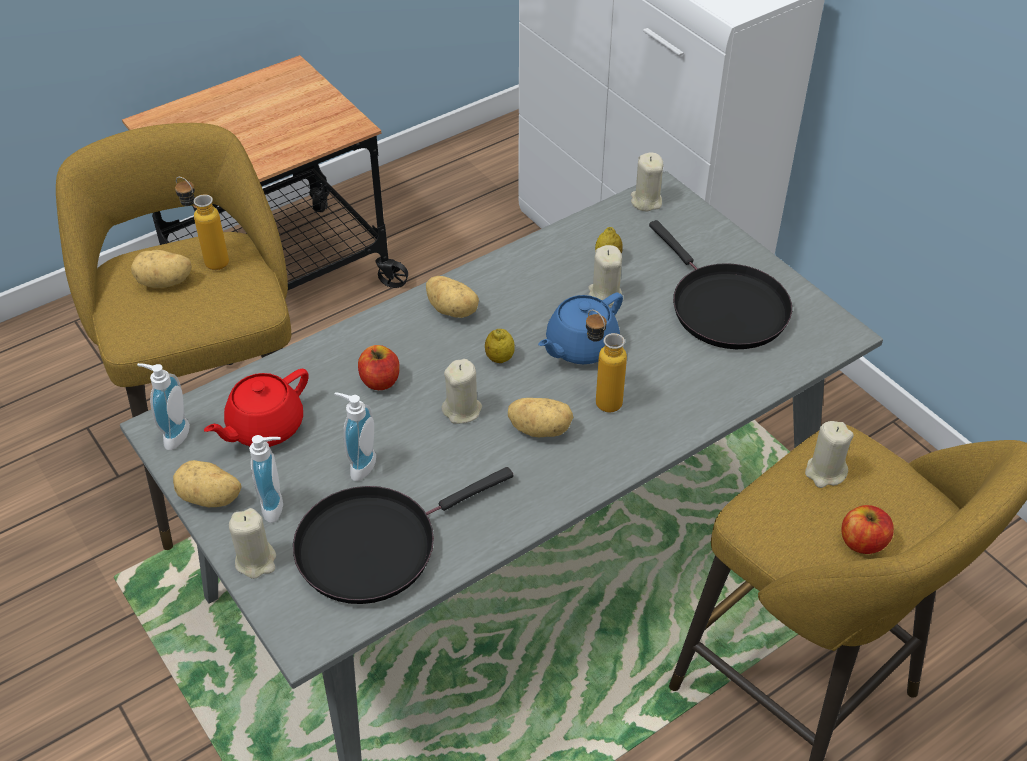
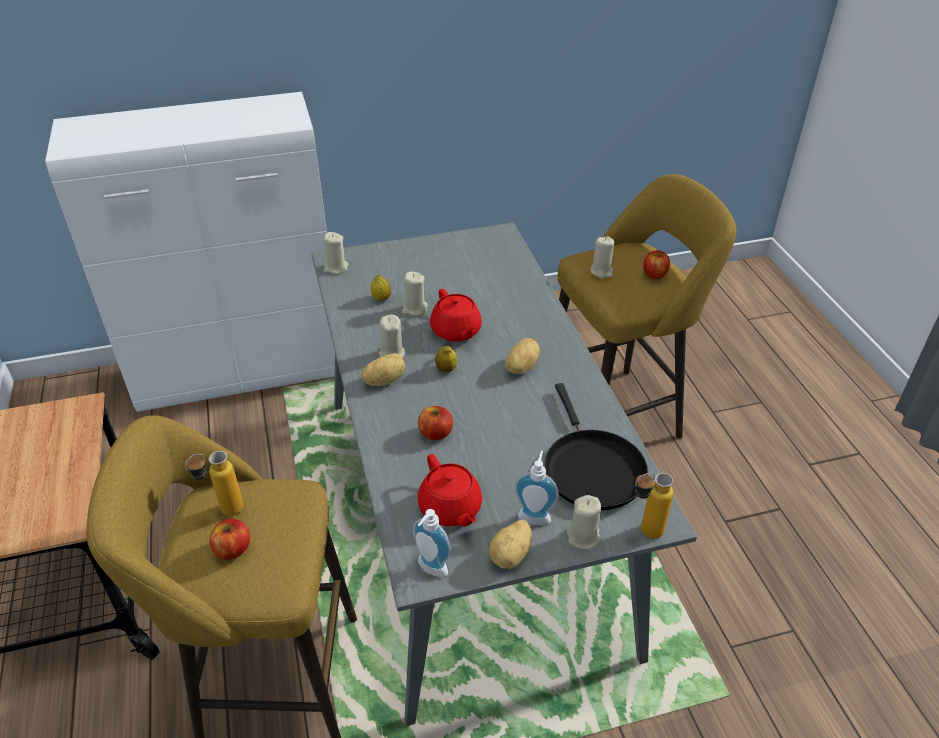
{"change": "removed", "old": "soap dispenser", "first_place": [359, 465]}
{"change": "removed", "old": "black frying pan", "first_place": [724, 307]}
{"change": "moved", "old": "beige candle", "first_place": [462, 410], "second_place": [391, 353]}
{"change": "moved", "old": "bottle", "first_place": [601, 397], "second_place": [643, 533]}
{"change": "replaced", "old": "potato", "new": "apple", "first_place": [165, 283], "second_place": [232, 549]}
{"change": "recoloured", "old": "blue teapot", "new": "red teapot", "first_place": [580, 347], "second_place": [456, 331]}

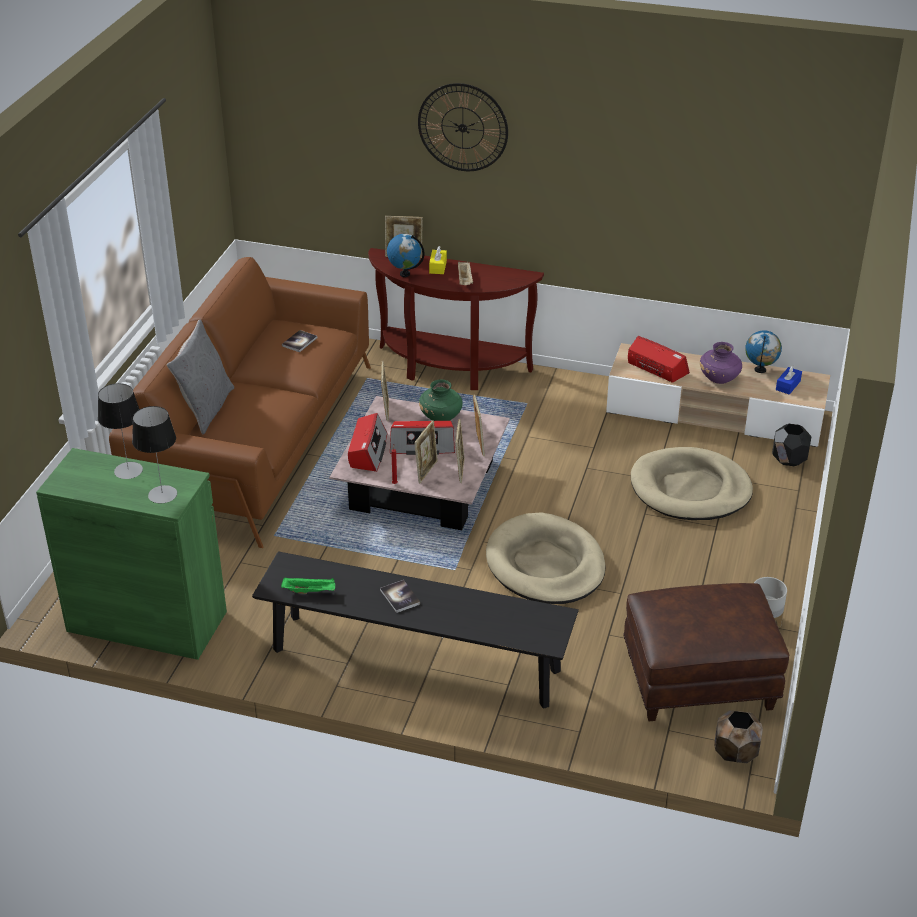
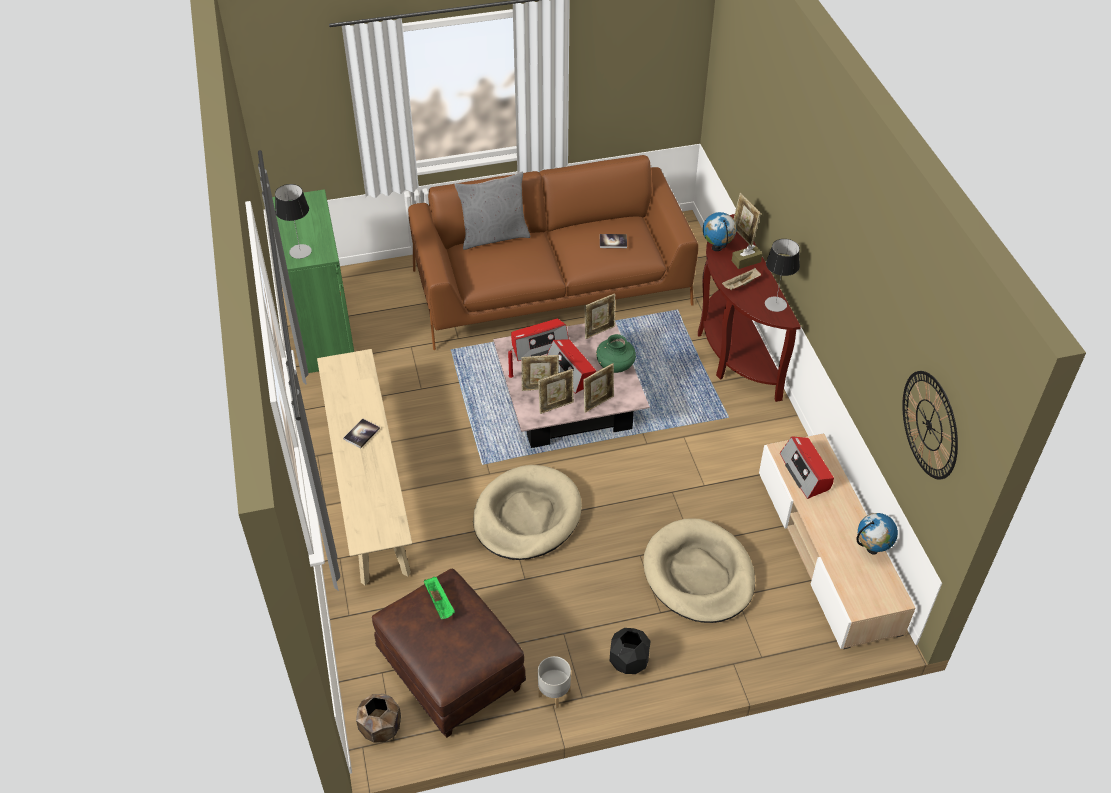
{"change": "removed", "old": "purple vase", "first_place": [719, 379]}
{"change": "removed", "old": "blue tissue box", "first_place": [788, 385]}
{"change": "moved", "old": "table lamp", "first_place": [128, 470], "second_place": [775, 304]}
{"change": "moved", "old": "green tray", "first_place": [310, 591], "second_place": [440, 603]}
{"change": "moved", "old": "wall clock", "first_place": [462, 127], "second_place": [929, 425]}
{"change": "moved", "old": "black planter", "first_place": [789, 460], "second_place": [628, 662]}
{"change": "recoloured", "old": "black bench", "new": "beige bench", "first_place": [415, 660], "second_place": [368, 486]}
{"change": "recoloured", "old": "yellow tissue box", "new": "brown tissue box", "first_place": [438, 267], "second_place": [746, 261]}
{"change": "turned", "old": "radio", "first_place": [656, 368], "second_place": [805, 472], "degrees": 150}

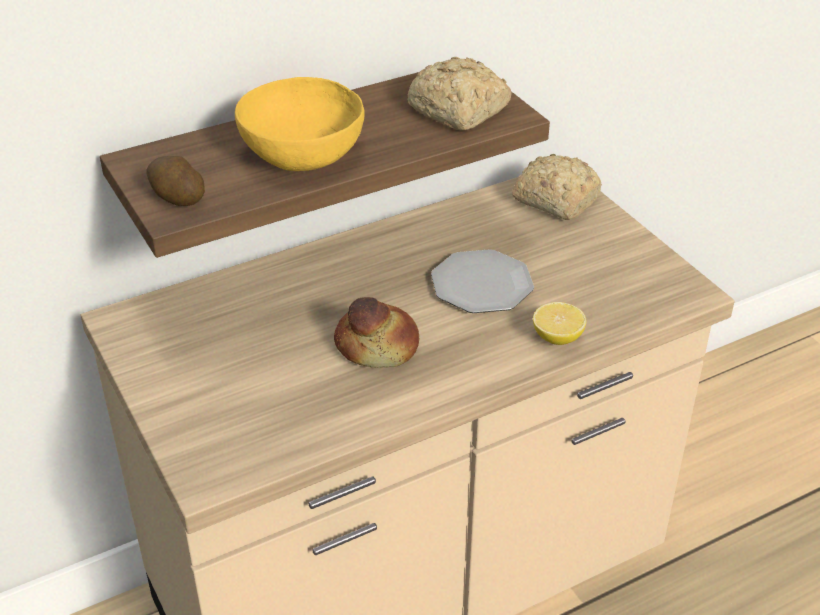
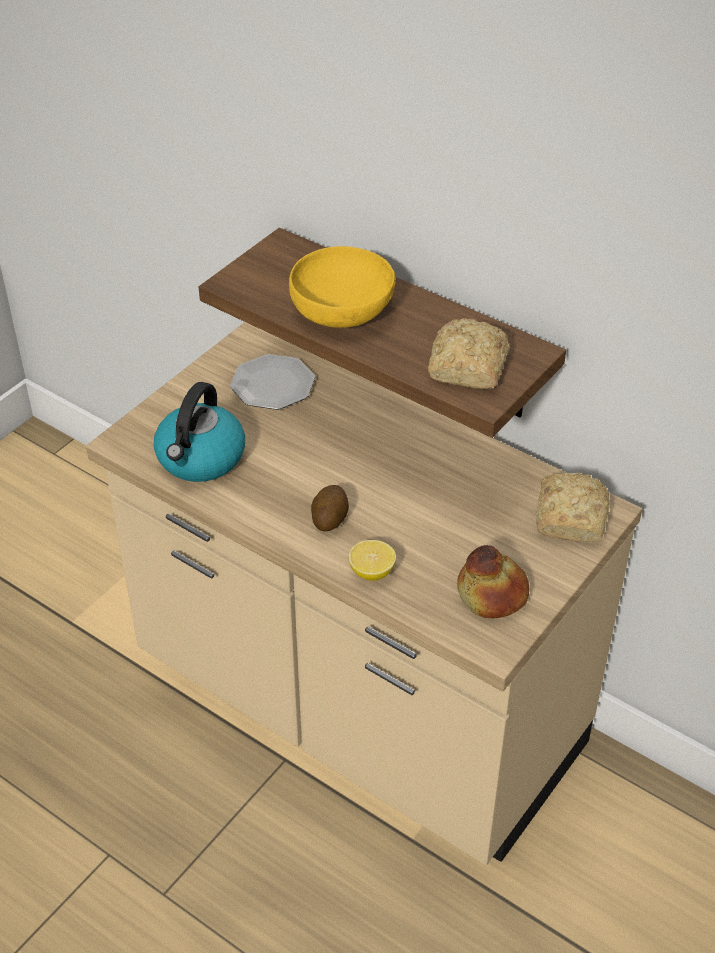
{"change": "added", "new": "kettle", "second_place": [201, 459]}
{"change": "moved", "old": "potato", "first_place": [177, 198], "second_place": [329, 518]}
{"change": "moved", "old": "bread", "first_place": [378, 345], "second_place": [493, 593]}
{"change": "moved", "old": "plate", "first_place": [481, 284], "second_place": [273, 384]}

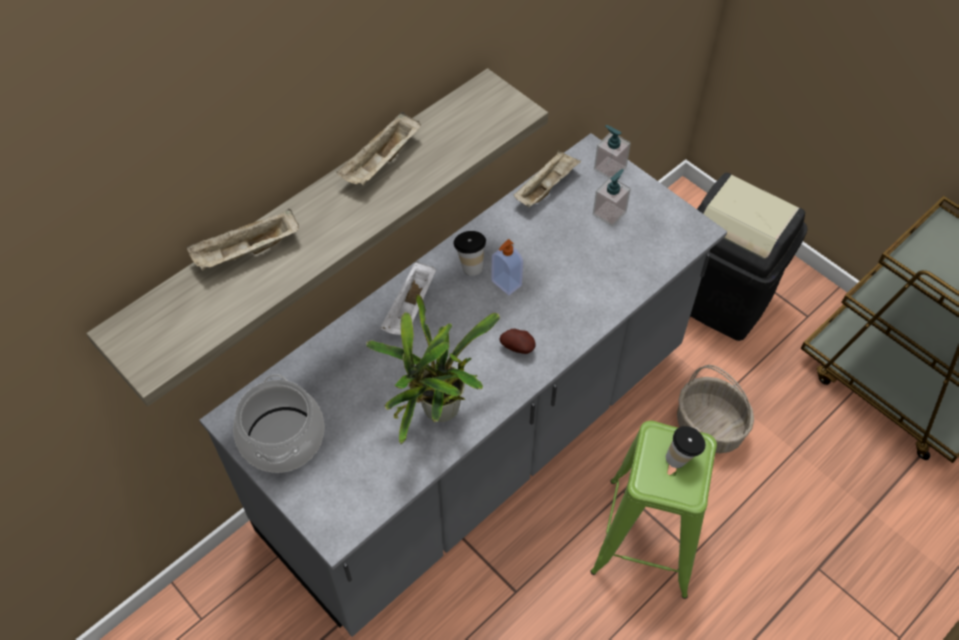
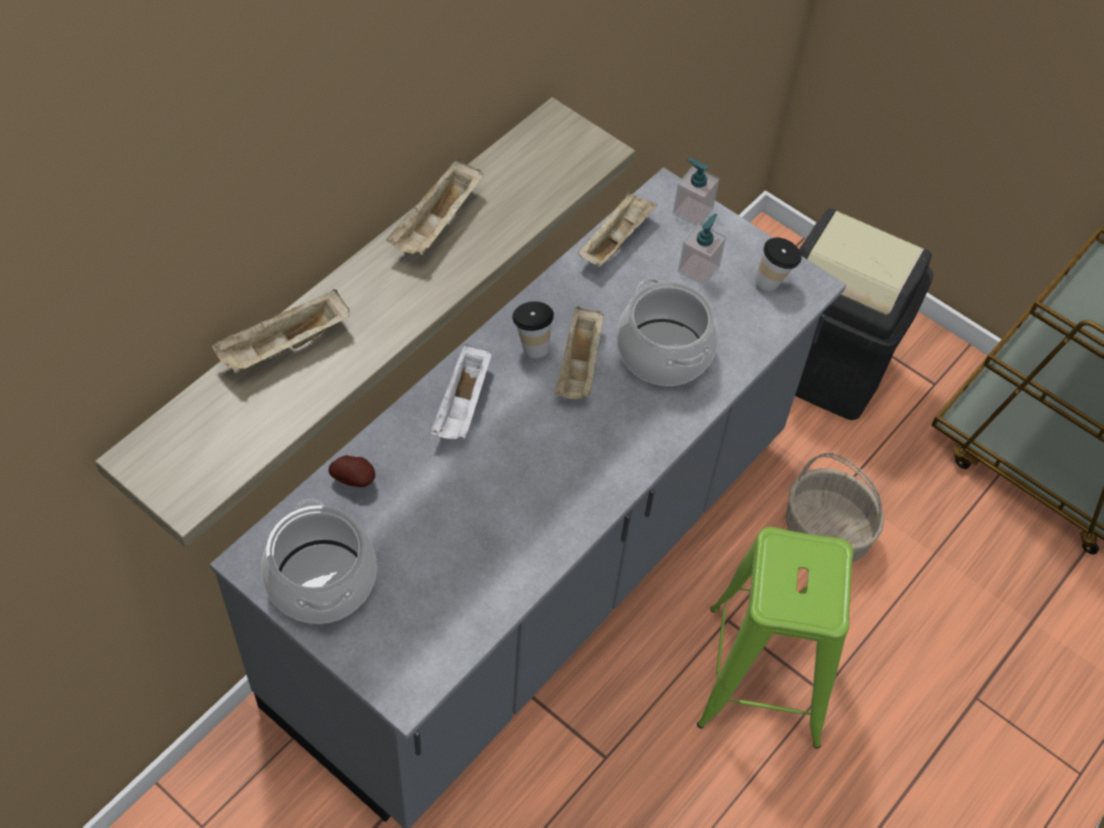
{"change": "removed", "old": "potted plant", "first_place": [437, 412]}
{"change": "added", "new": "cooking pot", "second_place": [665, 352]}
{"change": "moved", "old": "potato", "first_place": [518, 347], "second_place": [355, 478]}
{"change": "moved", "old": "cup", "first_place": [681, 458], "second_place": [773, 281]}
{"change": "replaced", "old": "soap dispenser", "new": "beige tray", "first_place": [505, 284], "second_place": [579, 366]}

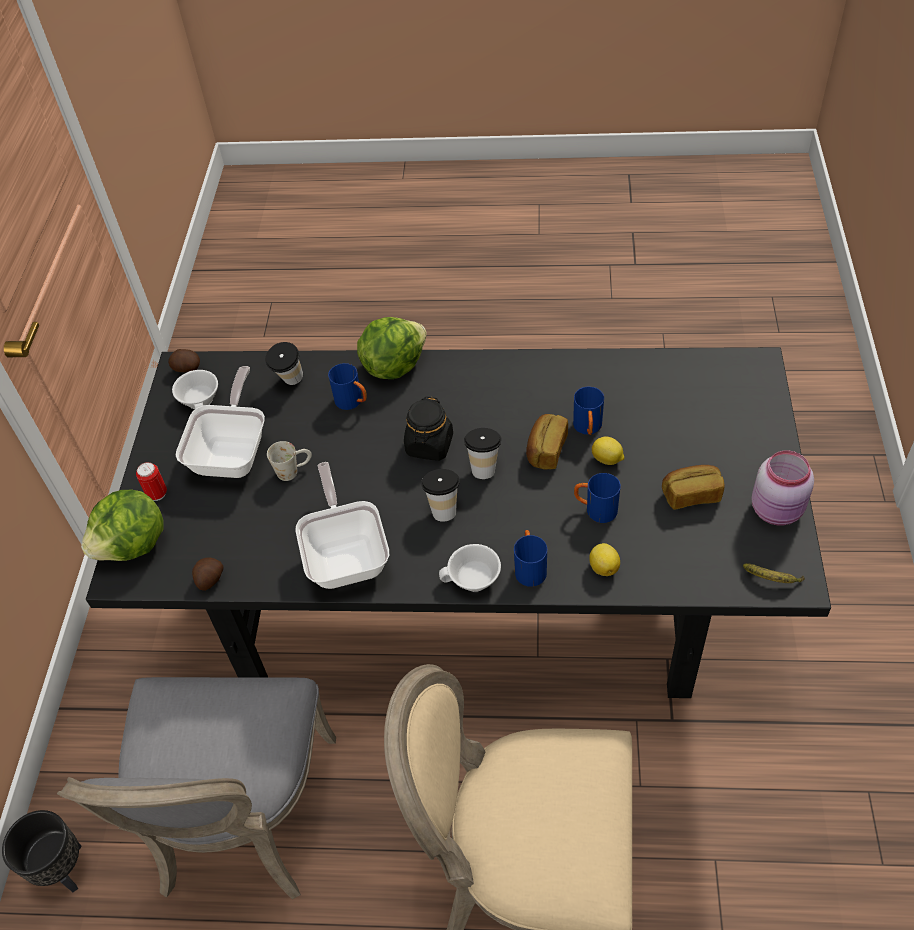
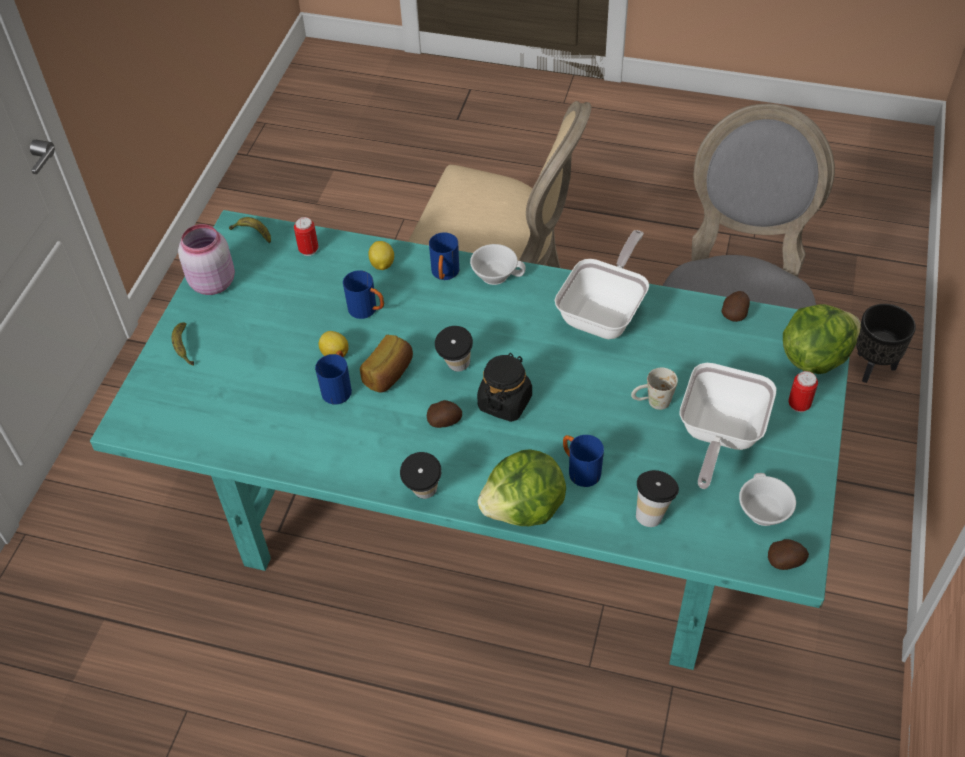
{"change": "removed", "old": "bread", "first_place": [691, 494]}
{"change": "added", "new": "banana", "second_place": [183, 347]}
{"change": "added", "new": "can", "second_place": [308, 250]}
{"change": "added", "new": "potato", "second_place": [445, 421]}
{"change": "moved", "old": "cup", "first_place": [443, 508], "second_place": [424, 496]}
{"change": "recoloured", "old": "black dining table", "new": "turquoise dining table", "first_place": [472, 598], "second_place": [486, 520]}
{"change": "turned", "old": "frying pan", "first_place": [346, 555], "second_place": [605, 313], "degrees": -150}

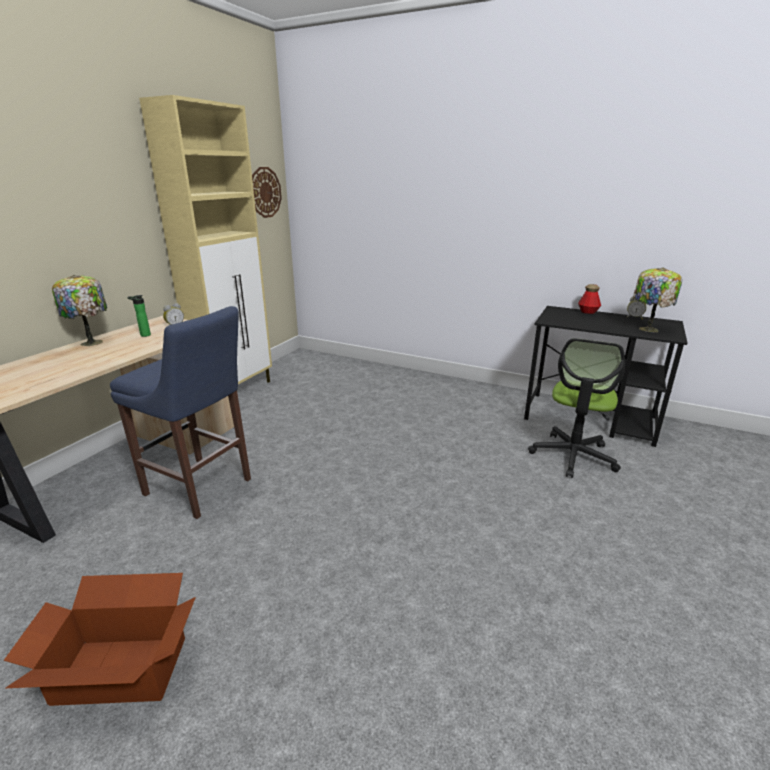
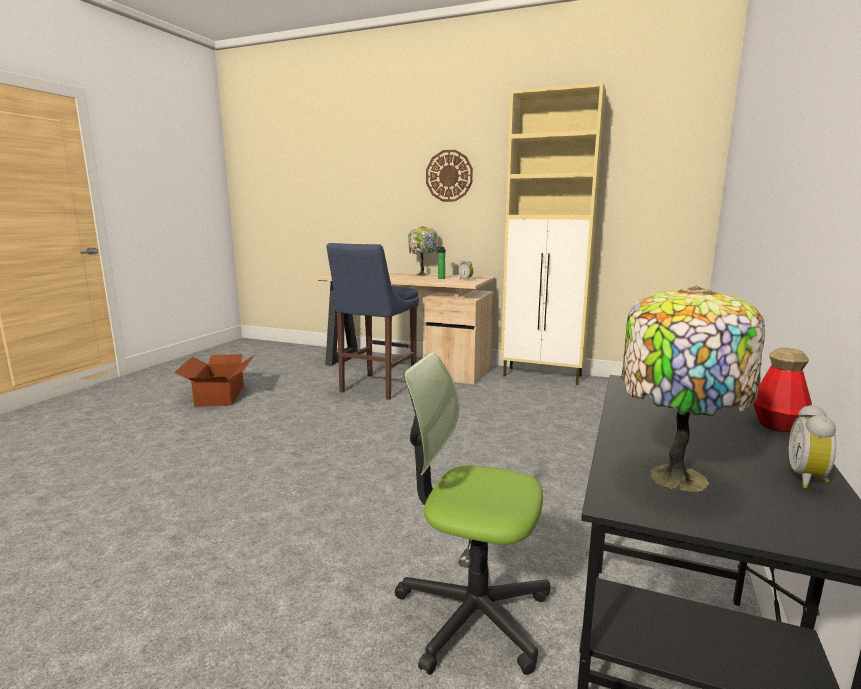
{"change": "moved", "old": "wall clock", "first_place": [265, 192], "second_place": [449, 176]}

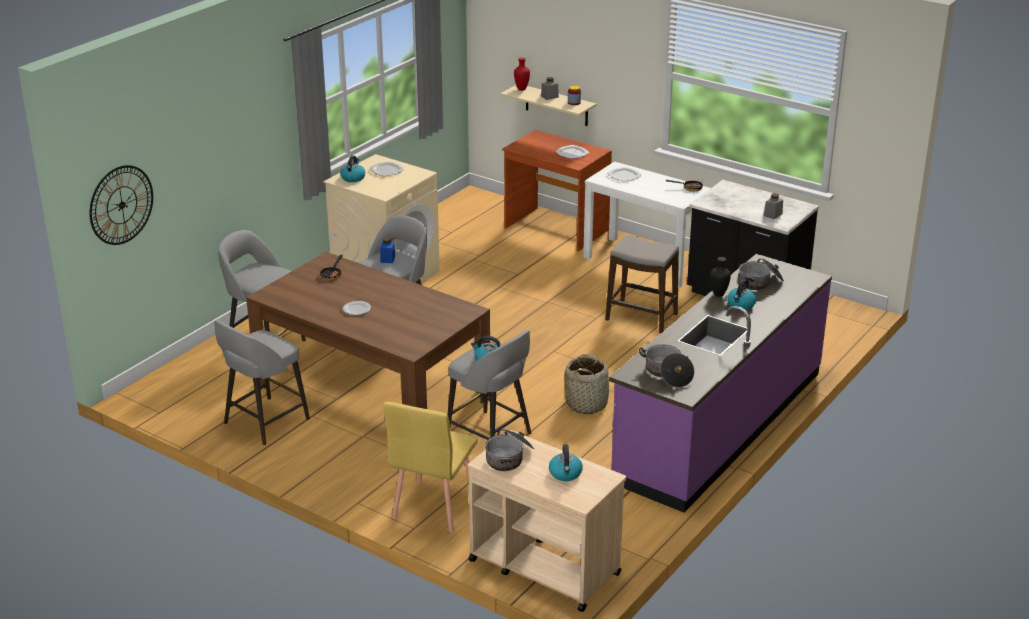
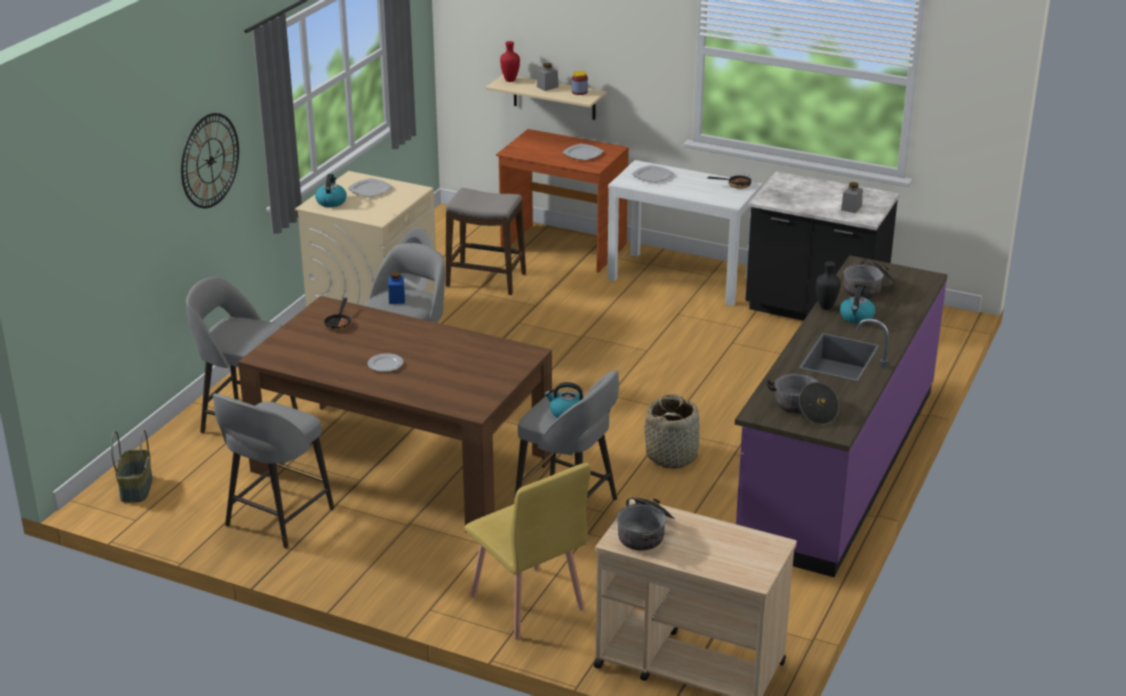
{"change": "removed", "old": "kettle", "first_place": [565, 474]}
{"change": "added", "new": "basket", "second_place": [135, 488]}
{"change": "moved", "old": "wall clock", "first_place": [121, 205], "second_place": [210, 160]}
{"change": "moved", "old": "stool", "first_place": [641, 317], "second_place": [486, 280]}
{"change": "turned", "old": "yellow chair", "first_place": [433, 506], "second_place": [527, 603], "degrees": -45}

